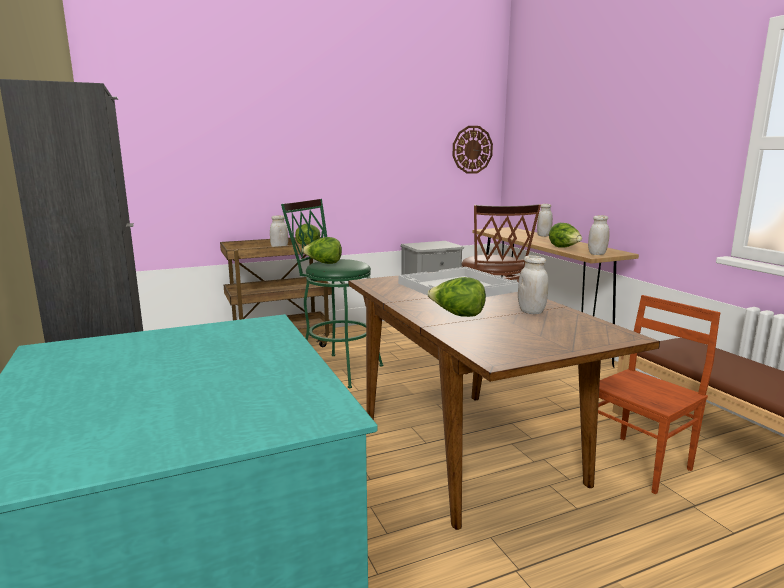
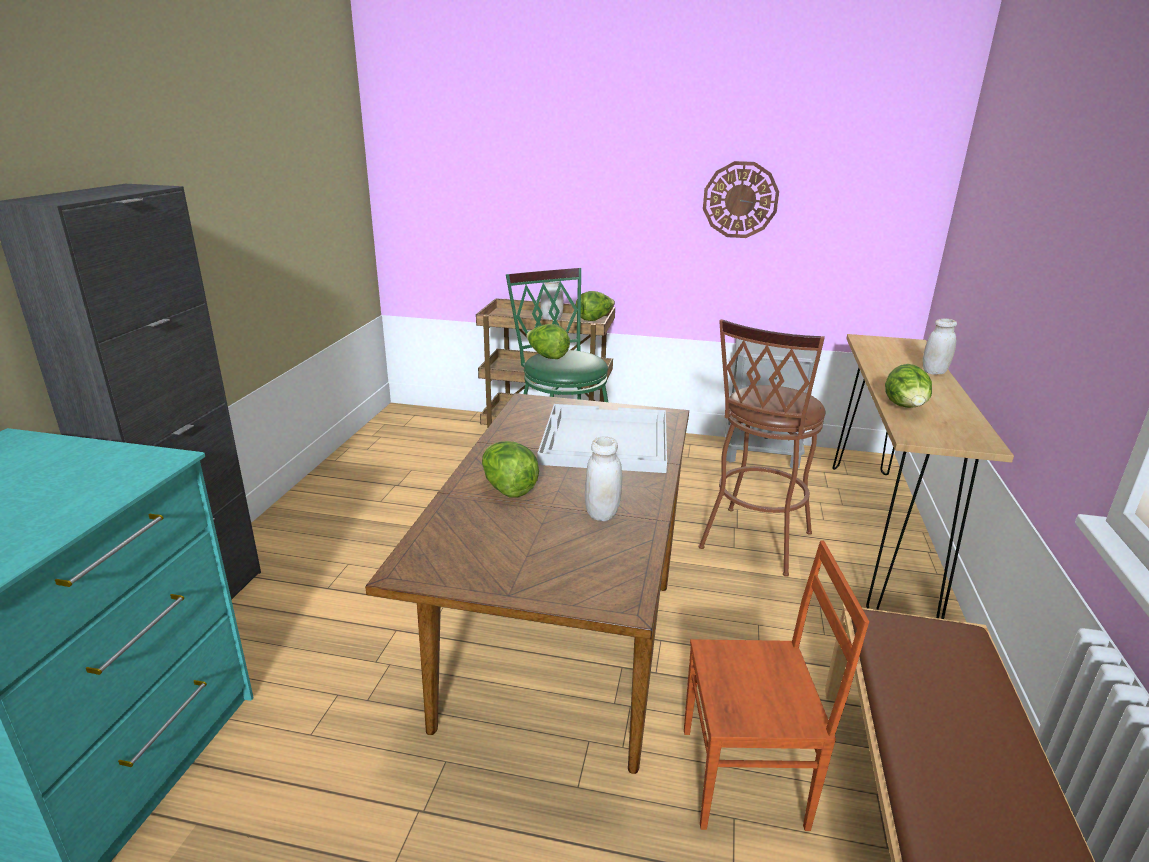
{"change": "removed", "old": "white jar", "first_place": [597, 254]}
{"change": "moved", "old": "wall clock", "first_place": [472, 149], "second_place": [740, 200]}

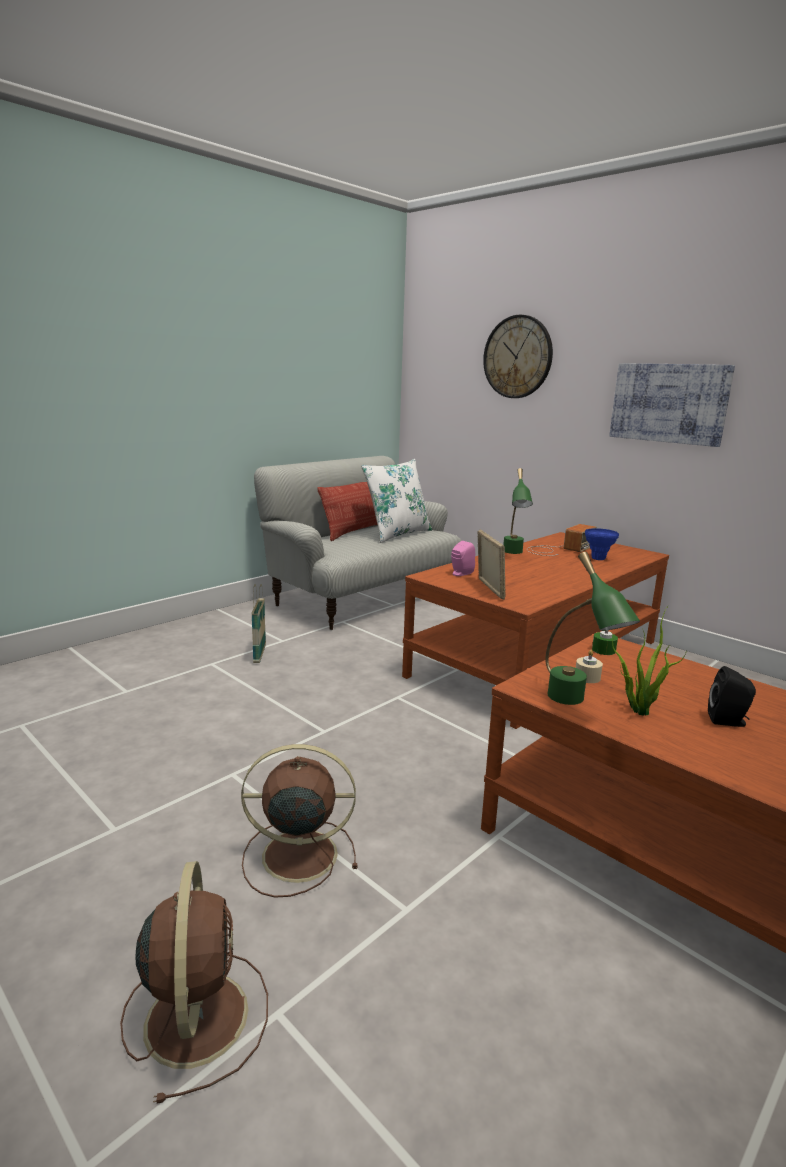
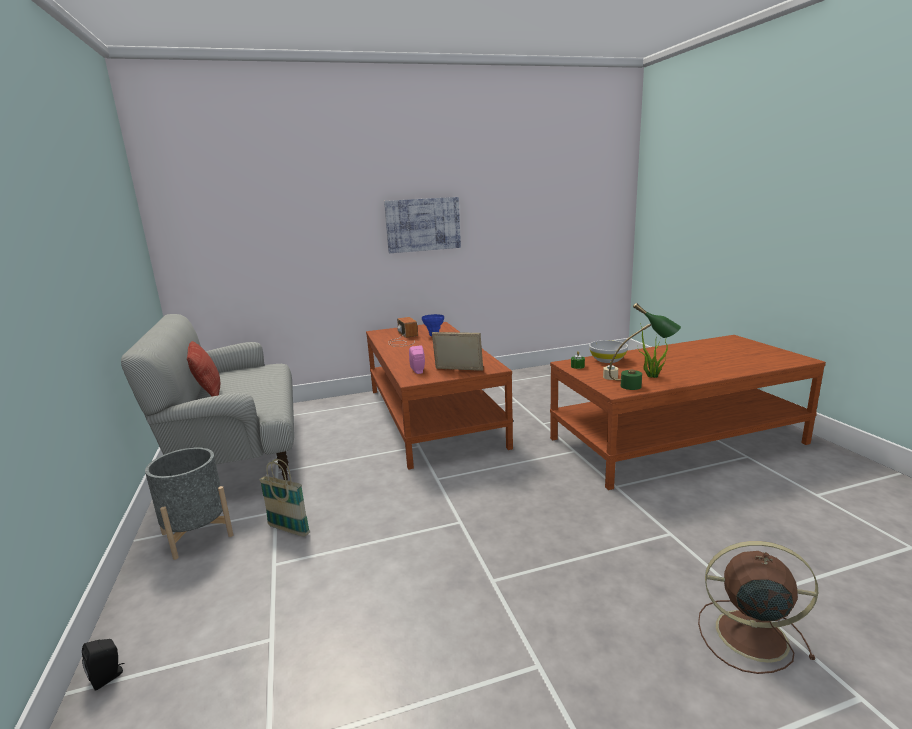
{"change": "removed", "old": "brown fan", "first_place": [296, 855]}
{"change": "removed", "old": "white pillow", "first_place": [397, 534]}
{"change": "removed", "old": "wall clock", "first_place": [517, 357]}
{"change": "removed", "old": "green table lamp", "first_place": [513, 553]}
{"change": "added", "new": "grey planter", "second_place": [197, 534]}
{"change": "added", "new": "white bowl", "second_place": [608, 360]}
{"change": "moved", "old": "black speaker", "first_place": [728, 721], "second_place": [108, 677]}

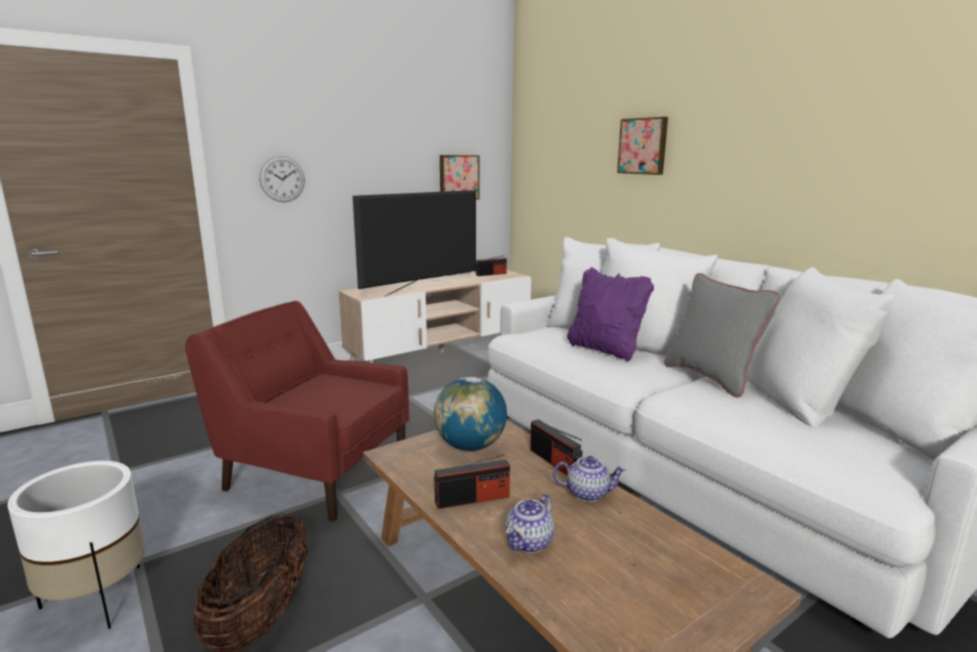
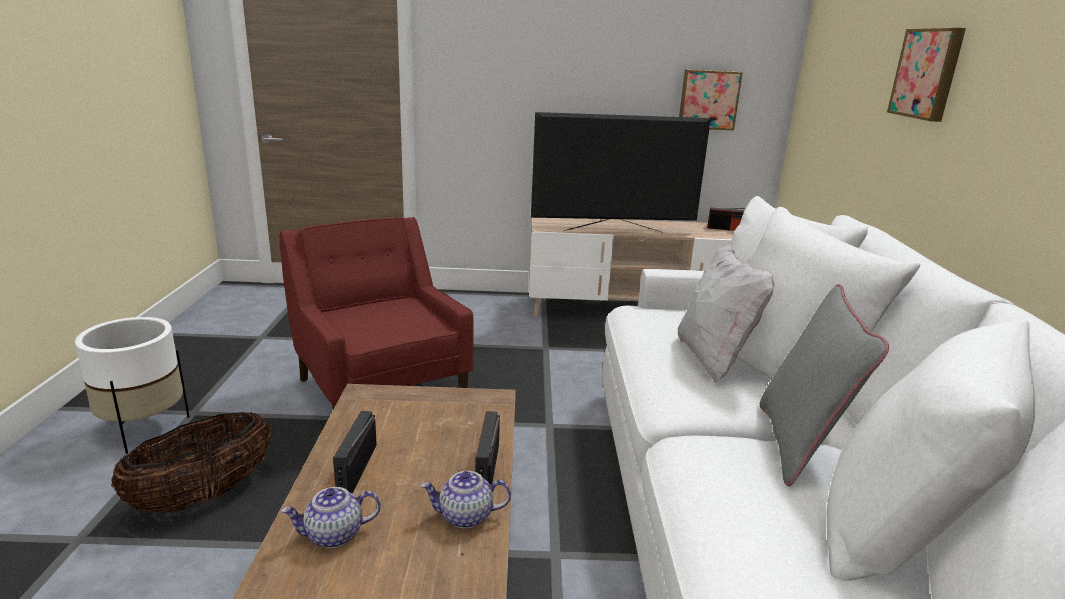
{"change": "removed", "old": "wall clock", "first_place": [282, 179]}
{"change": "removed", "old": "globe", "first_place": [470, 446]}
{"change": "recoloured", "old": "purple pillow", "new": "white pillow", "first_place": [605, 350], "second_place": [713, 360]}
{"change": "turned", "old": "radio", "first_place": [472, 499], "second_place": [357, 468], "degrees": 75}
{"change": "turned", "old": "teapot", "first_place": [588, 493], "second_place": [465, 516], "degrees": 135}

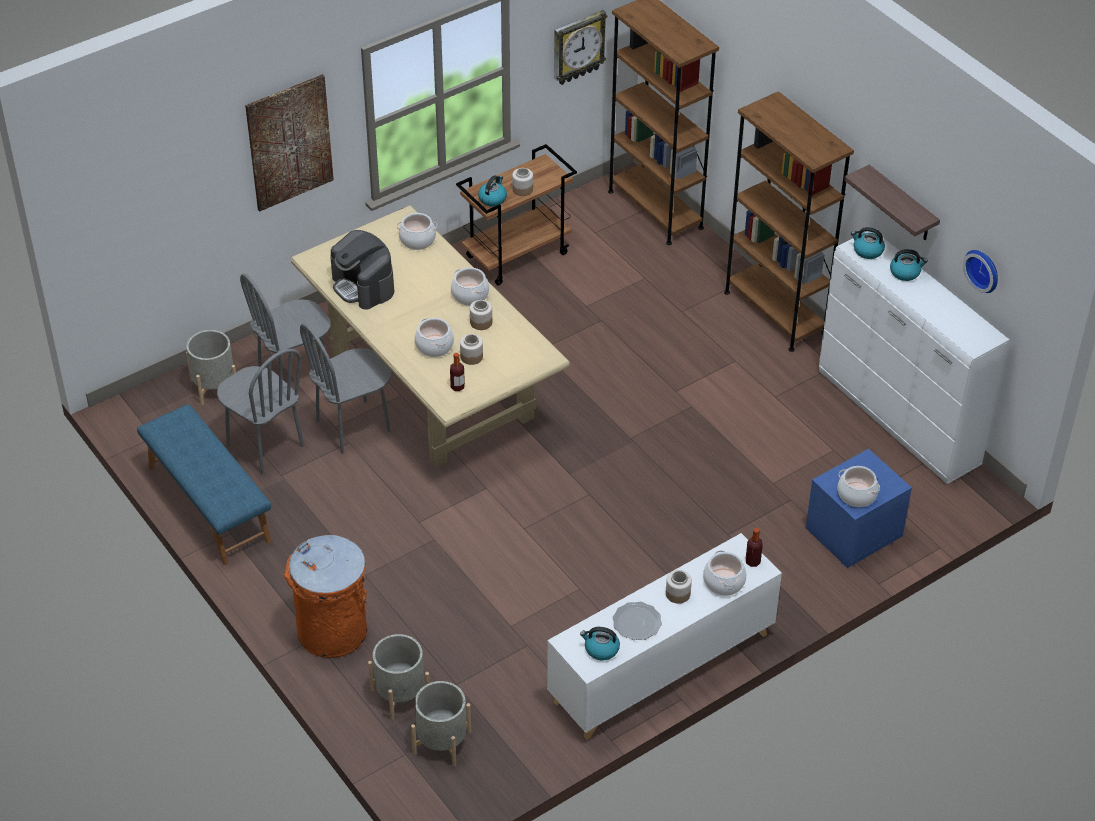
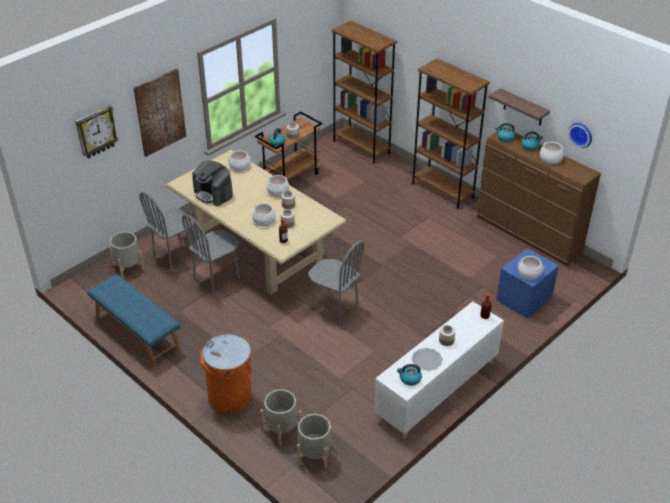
{"change": "moved", "old": "grey chair", "first_place": [264, 446], "second_place": [334, 308]}
{"change": "moved", "old": "wall clock", "first_place": [578, 47], "second_place": [96, 132]}
{"change": "moved", "old": "cooking pot", "first_place": [723, 582], "second_place": [550, 158]}
{"change": "recoloured", "old": "white dresser", "new": "brown dresser", "first_place": [897, 420], "second_place": [528, 236]}

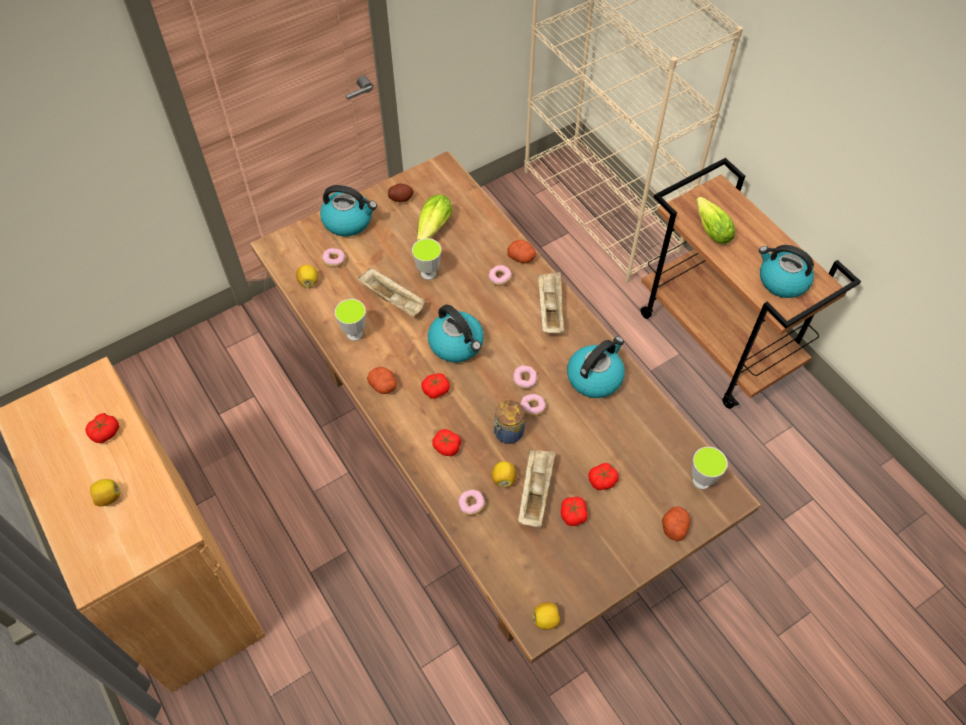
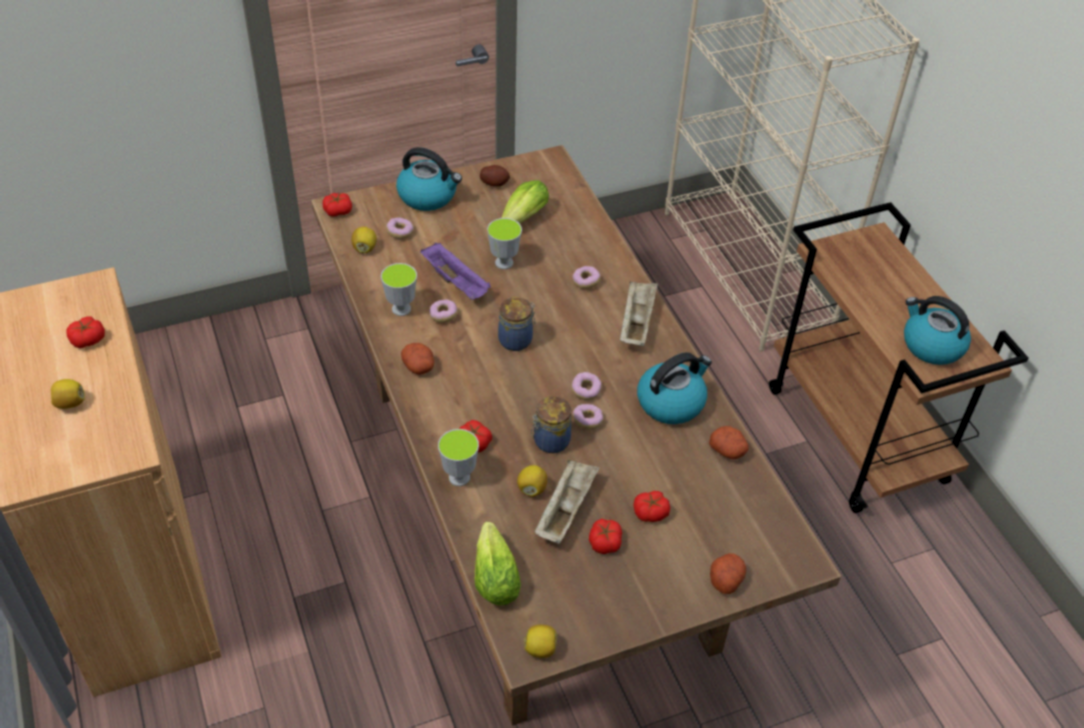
{"change": "moved", "old": "tomato", "first_place": [435, 389], "second_place": [338, 211]}
{"change": "moved", "old": "donut", "first_place": [471, 505], "second_place": [443, 315]}
{"change": "moved", "old": "potato", "first_place": [522, 257], "second_place": [728, 450]}
{"change": "moved", "old": "cup", "first_place": [701, 481], "second_place": [459, 477]}
{"change": "moved", "old": "lettuce", "first_place": [710, 228], "second_place": [494, 573]}
{"change": "replaced", "old": "kettle", "new": "jar", "first_place": [457, 344], "second_place": [517, 340]}
{"change": "recoloured", "old": "beige tray", "new": "purple tray", "first_place": [394, 300], "second_place": [456, 282]}

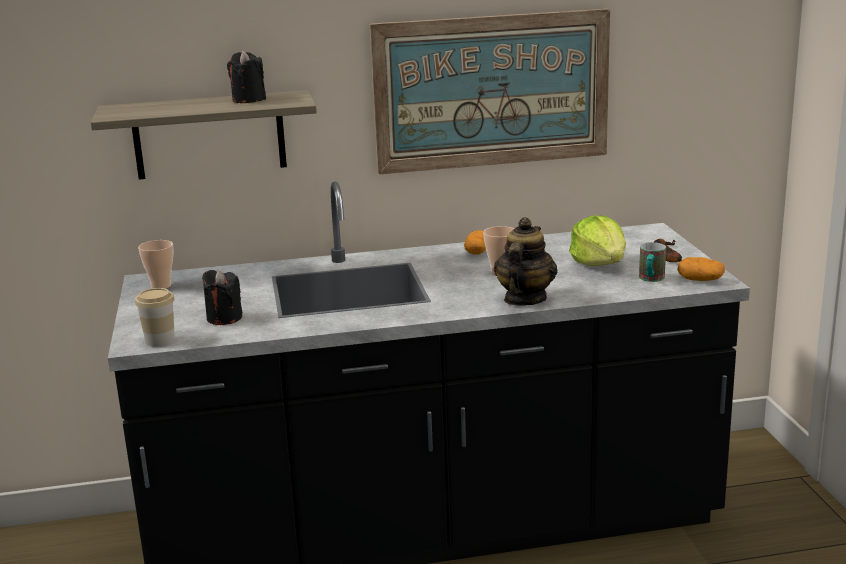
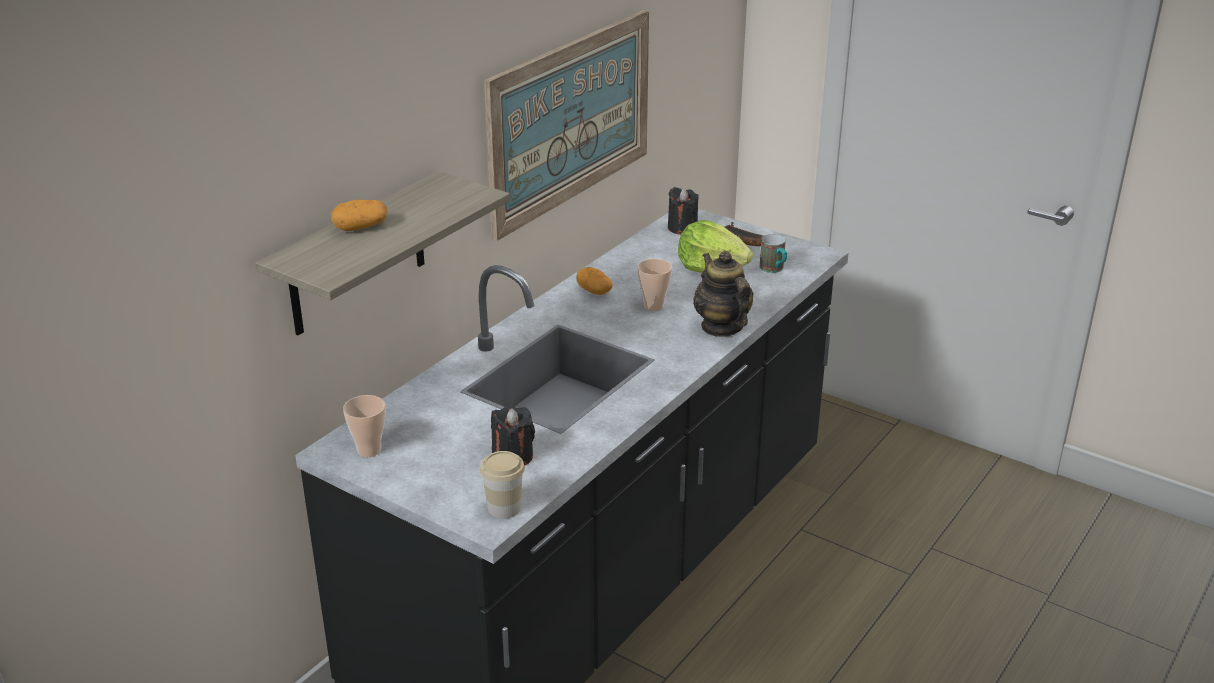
{"change": "moved", "old": "black candle", "first_place": [249, 100], "second_place": [682, 228]}
{"change": "moved", "old": "potato", "first_place": [700, 280], "second_place": [360, 227]}

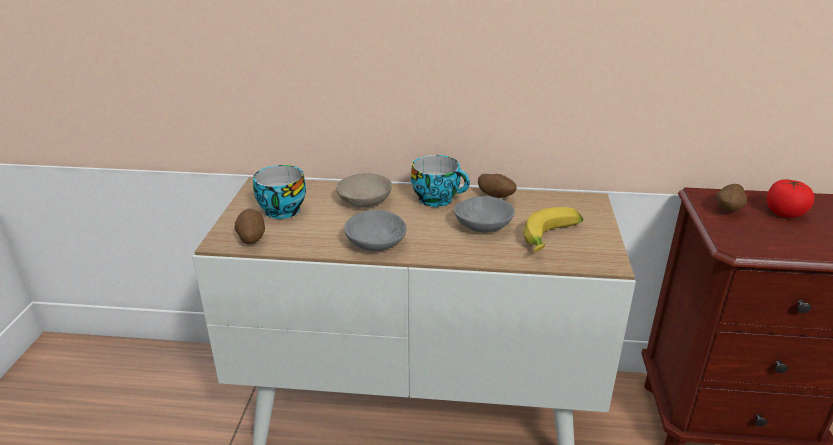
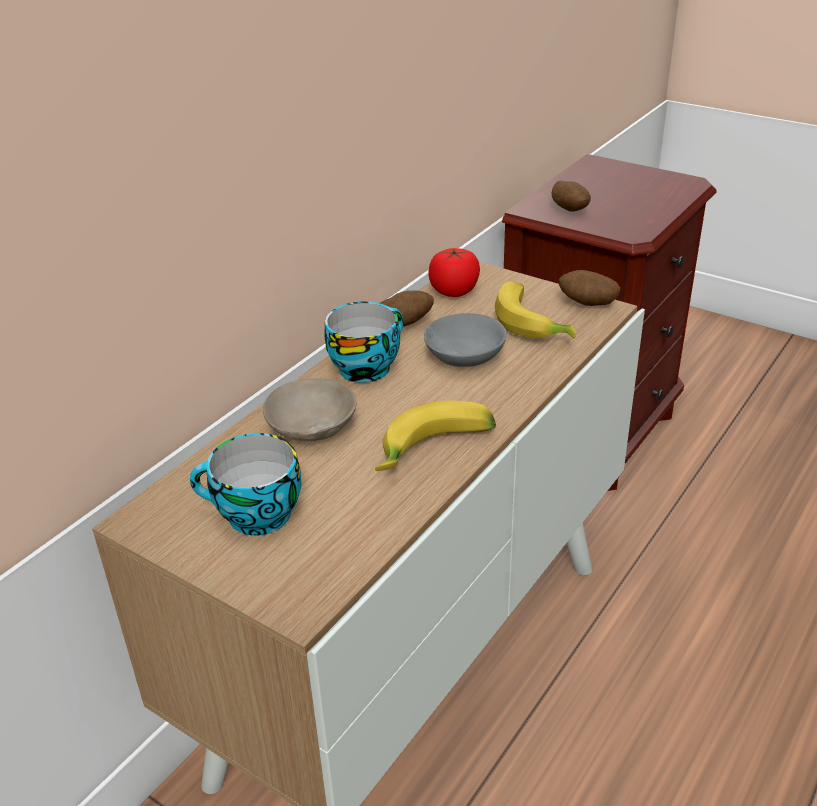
{"change": "moved", "old": "potato", "first_place": [251, 239], "second_place": [587, 304]}
{"change": "moved", "old": "tomato", "first_place": [784, 213], "second_place": [454, 291]}
{"change": "replaced", "old": "grey bowl", "new": "banana", "first_place": [374, 243], "second_place": [436, 451]}

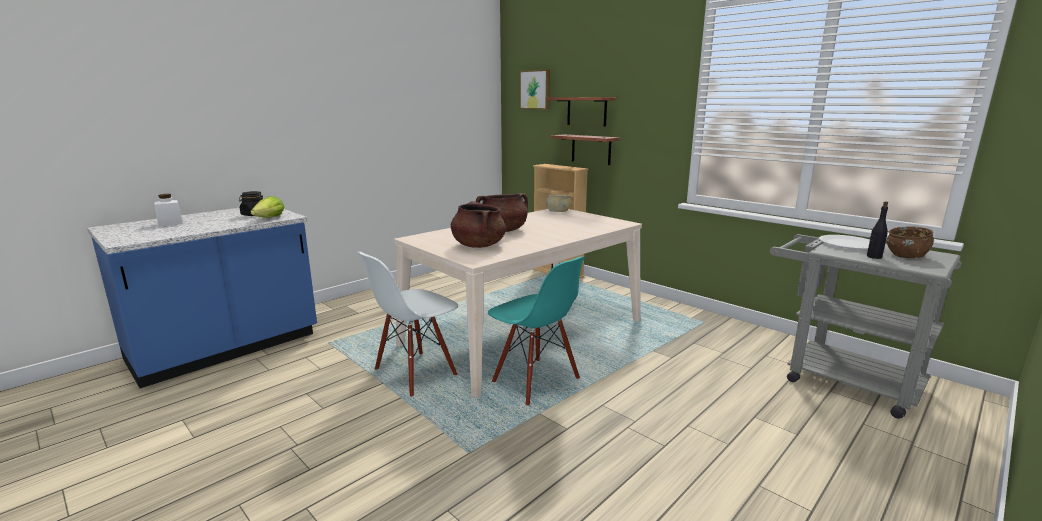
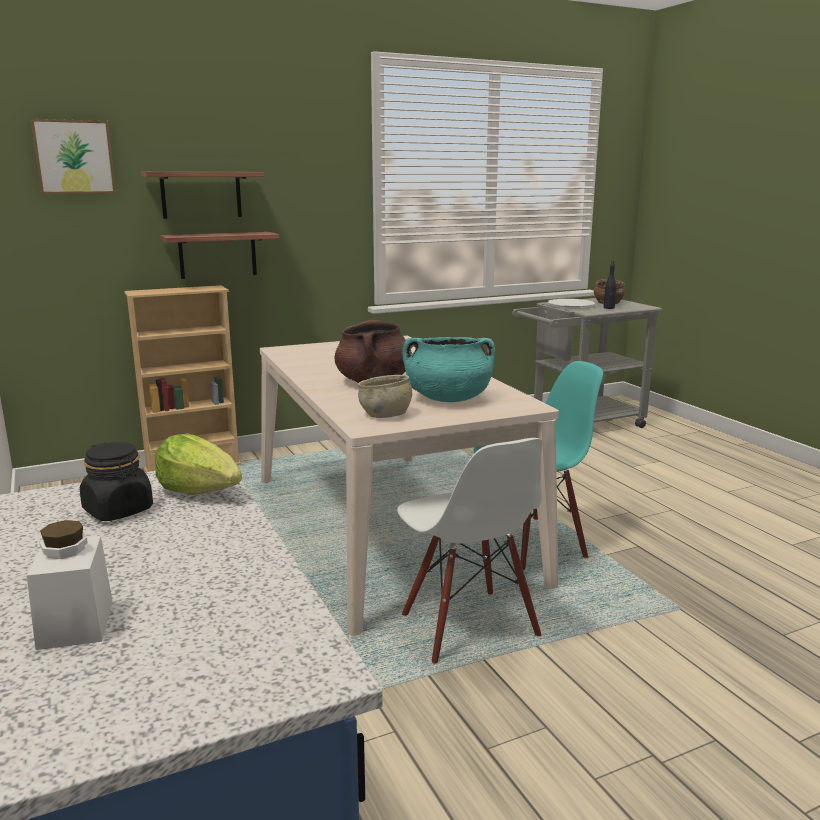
{"change": "moved", "old": "beige bowl", "first_place": [558, 212], "second_place": [385, 415]}
{"change": "recoloured", "old": "brown cooking pot", "new": "turquoise cooking pot", "first_place": [478, 245], "second_place": [448, 399]}

